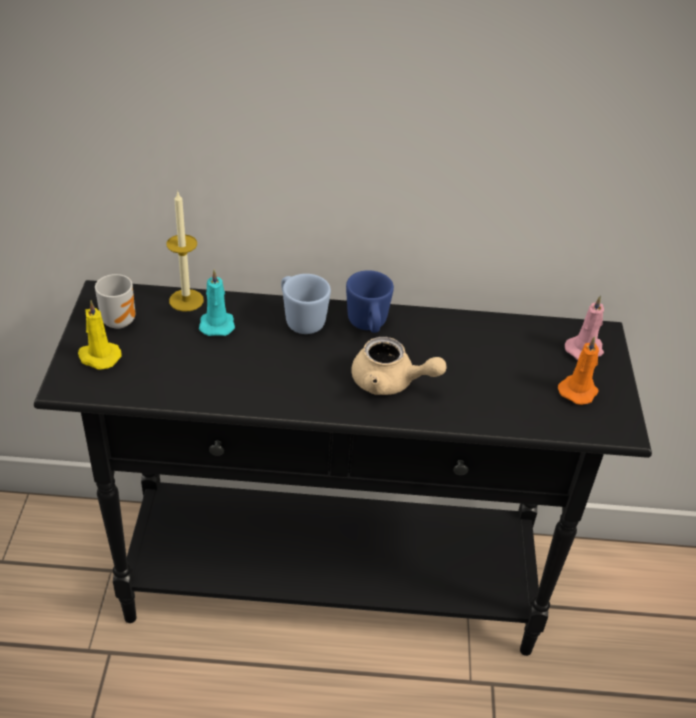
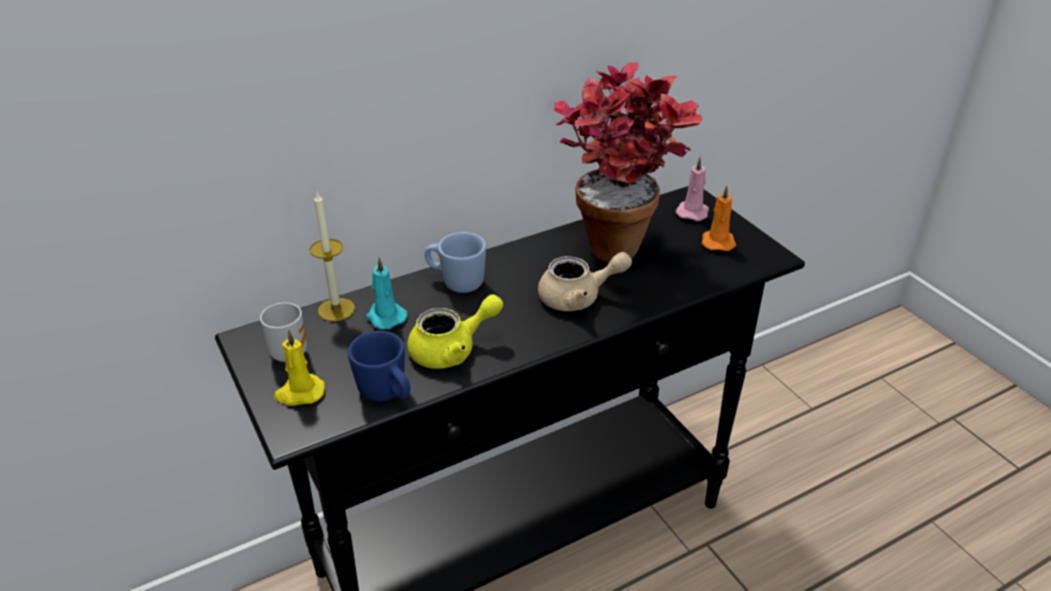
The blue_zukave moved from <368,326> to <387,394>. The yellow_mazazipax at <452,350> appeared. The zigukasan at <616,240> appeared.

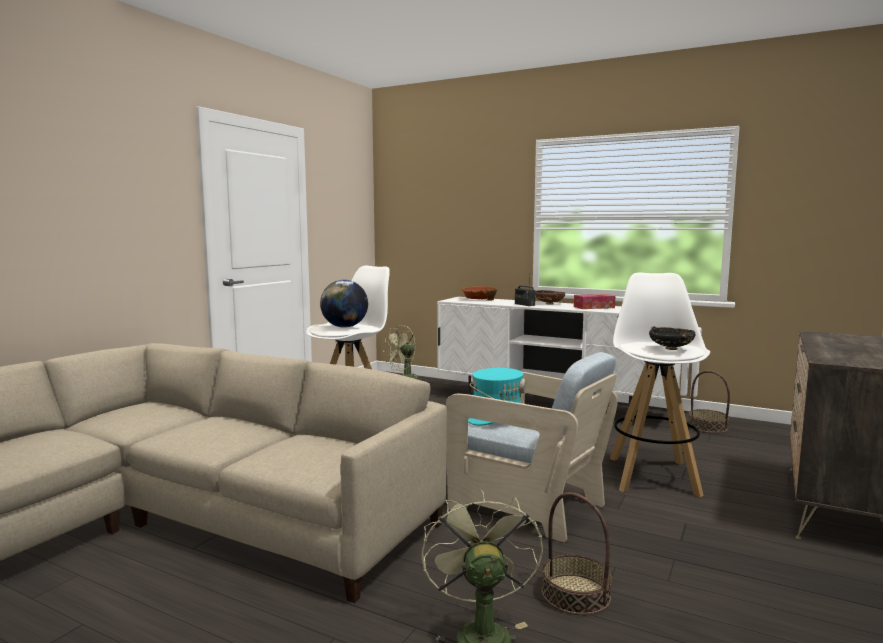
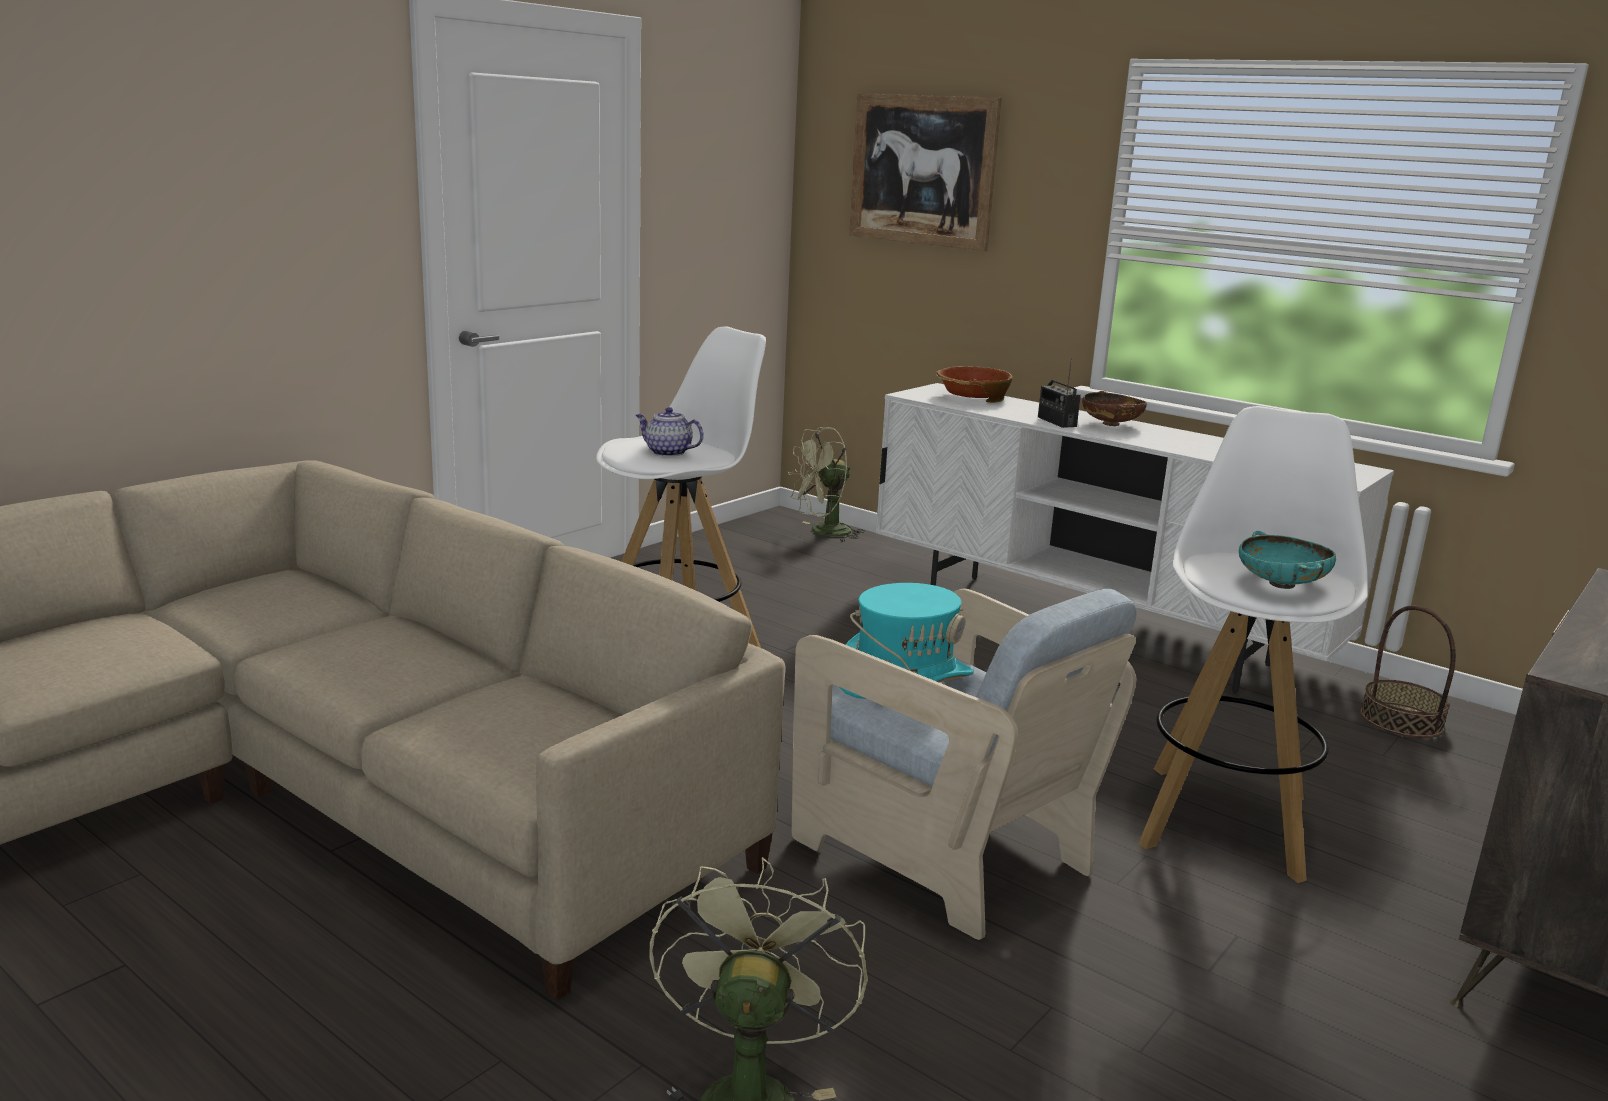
The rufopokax at <344,327> was replaced by the mazazipax at <667,452>. The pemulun at <922,170> appeared. The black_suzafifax at <671,349> became the turquoise_suzafifax at <1281,585>. The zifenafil at <575,594> disappeared. The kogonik at <594,307> disappeared.

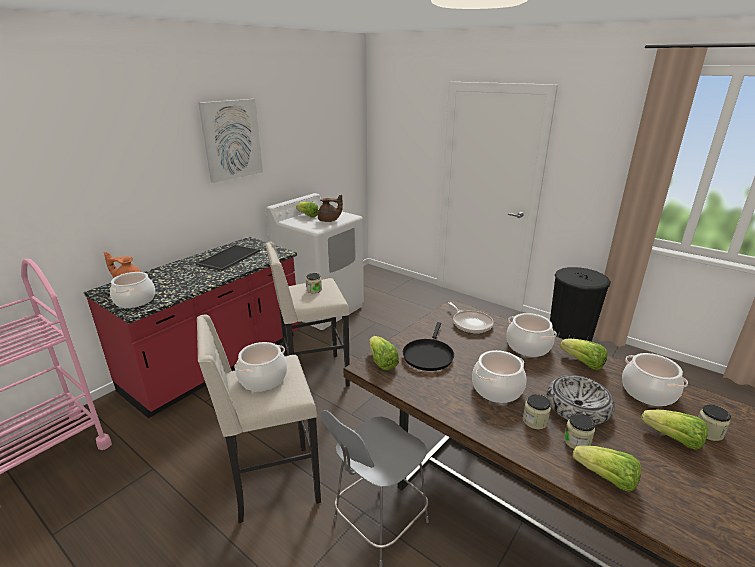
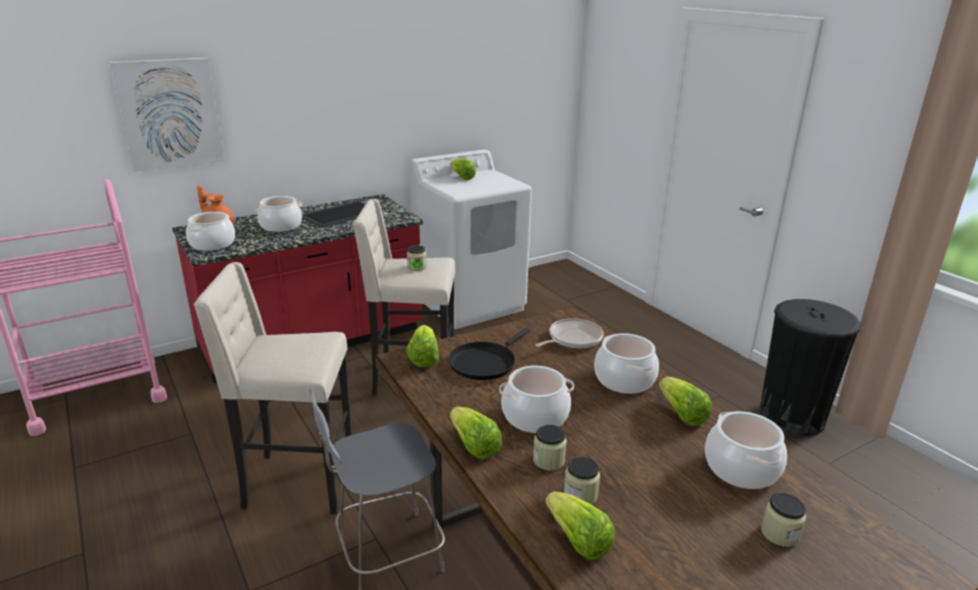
The pemulun moved from <231,139> to <170,114>. The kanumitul moved from <263,378> to <281,226>. The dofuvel moved from <673,439> to <474,446>. The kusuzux at <471,323> turned 120 degrees counterclockwise. The brown_mazazipax at <329,221> disappeared. The suzafifax at <577,407> disappeared.

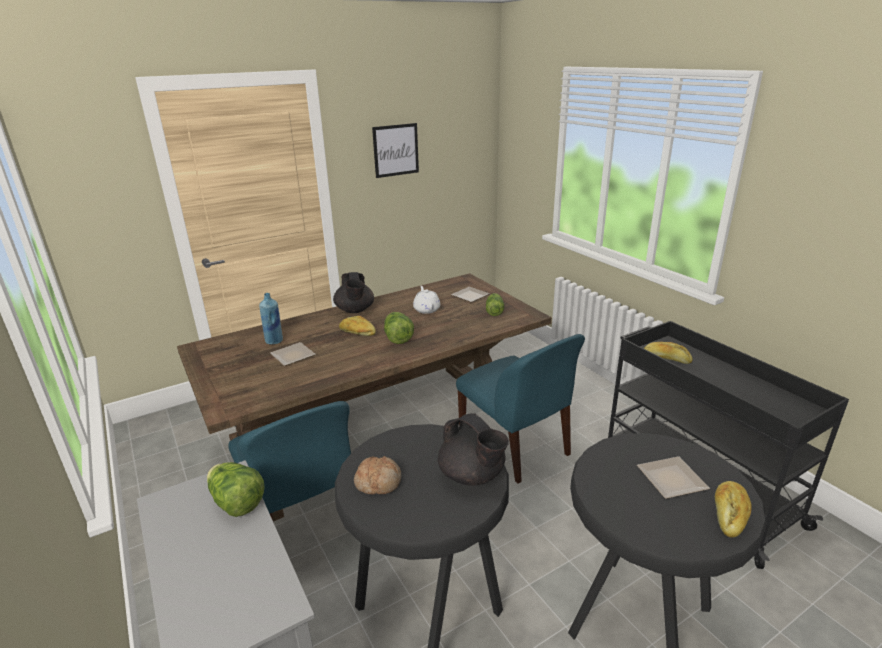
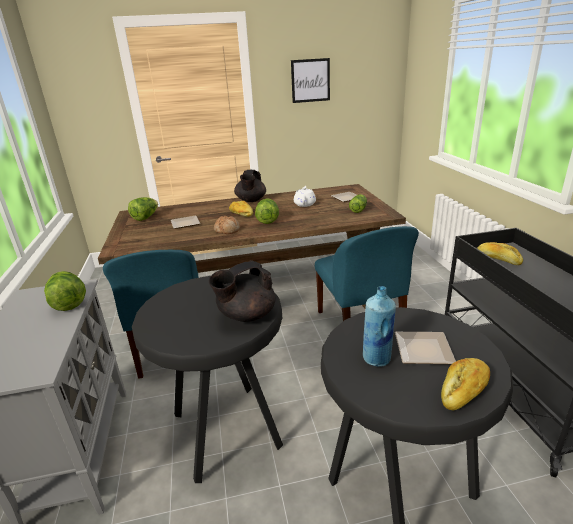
The dofuvel at <146,217> appeared. The black_mazazipax at <472,475> turned 75 degrees clockwise. The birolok moved from <378,482> to <227,230>. The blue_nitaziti moved from <274,341> to <377,359>.

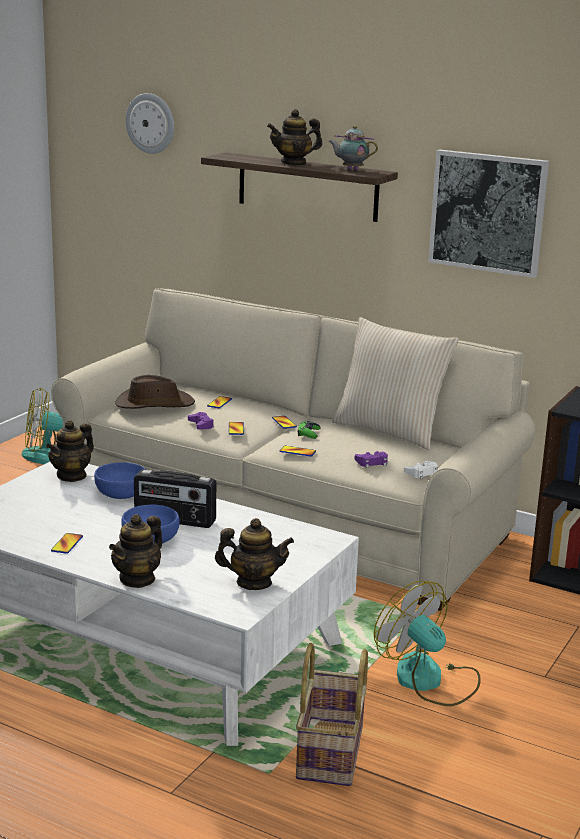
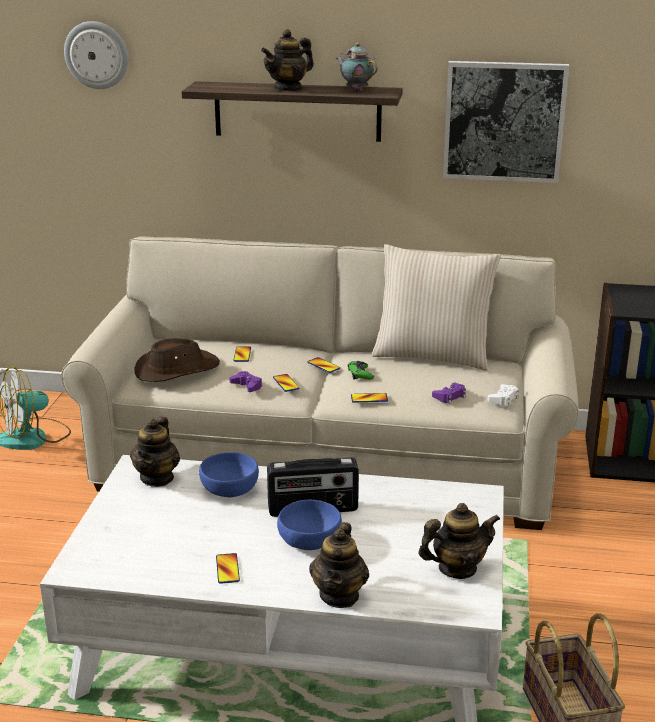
The mazazipax at <351,169> turned 45 degrees clockwise. The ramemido at <429,680> disappeared.

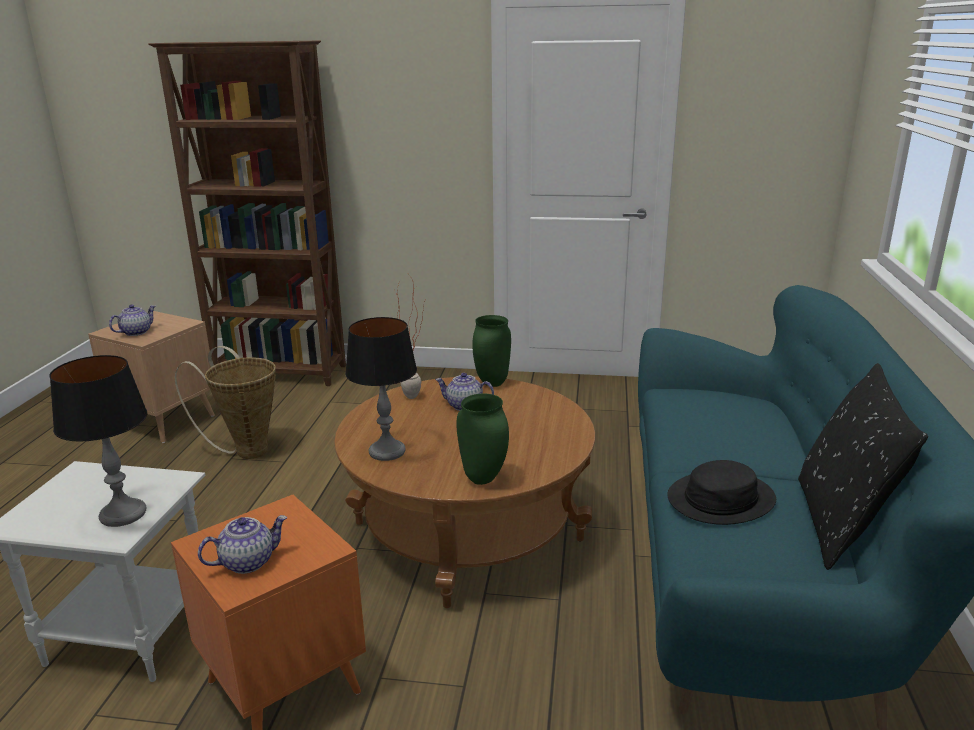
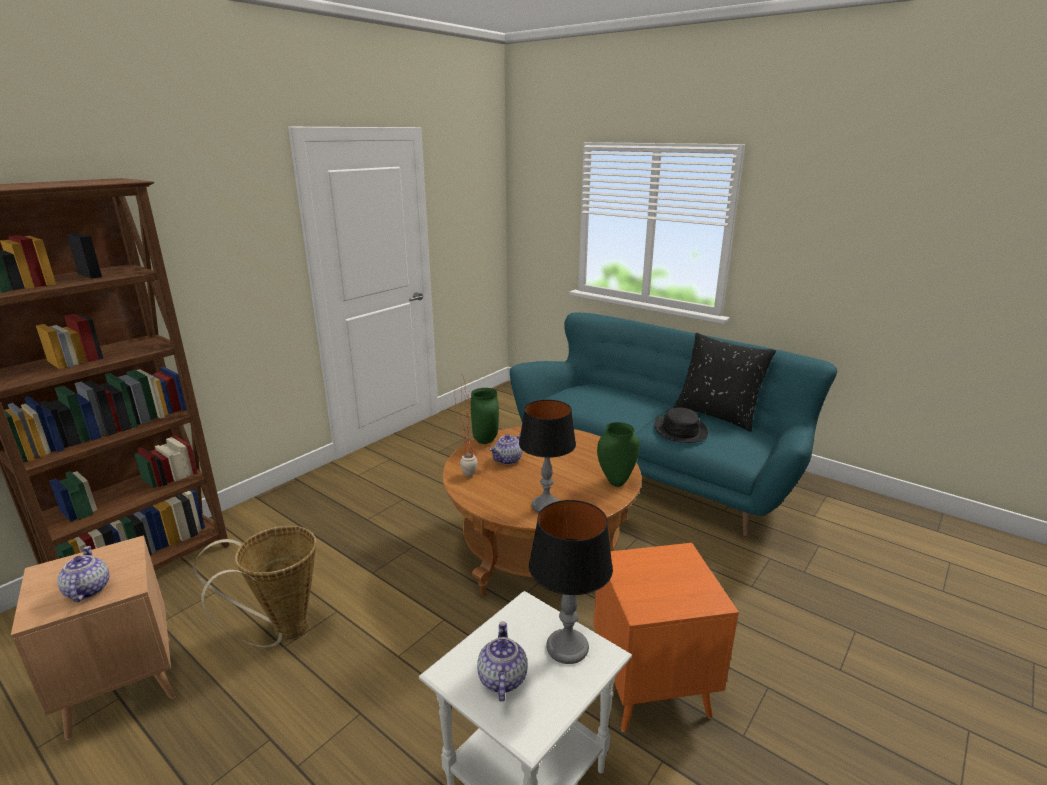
The mazazipax moved from <248,561> to <501,678>.

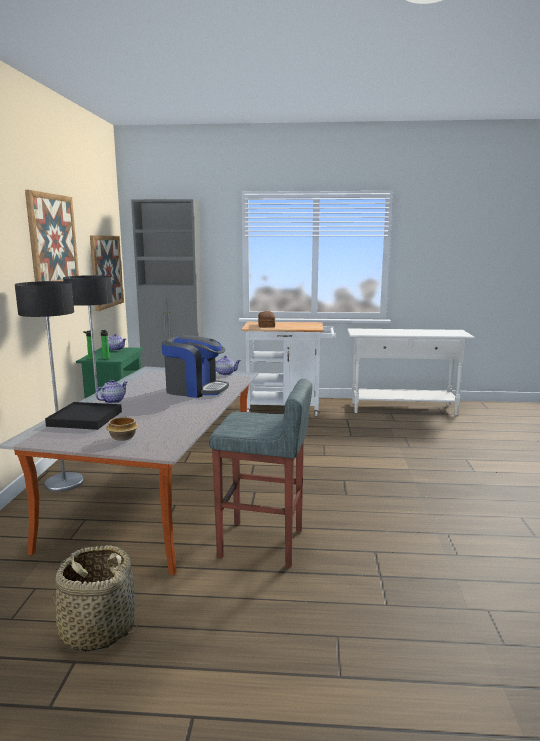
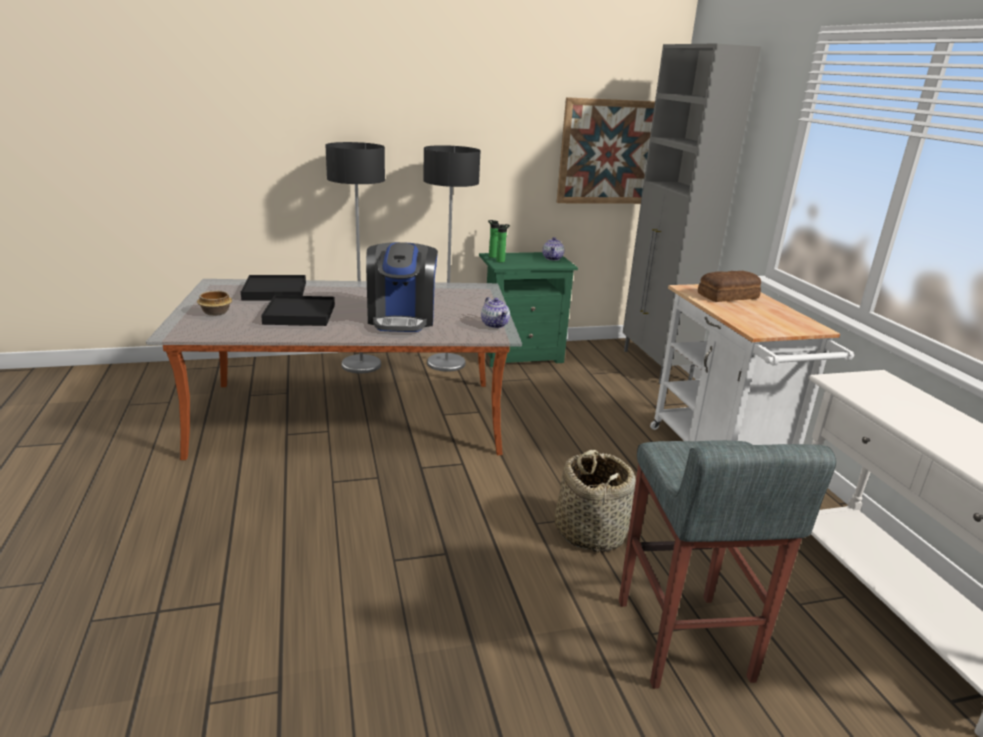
The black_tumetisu at <300,314> appeared. The zifenafil moved from <97,629> to <590,531>. The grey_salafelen moved from <262,544> to <682,641>. The pemulun at <53,240> disappeared. The mazazipax at <113,401> disappeared.

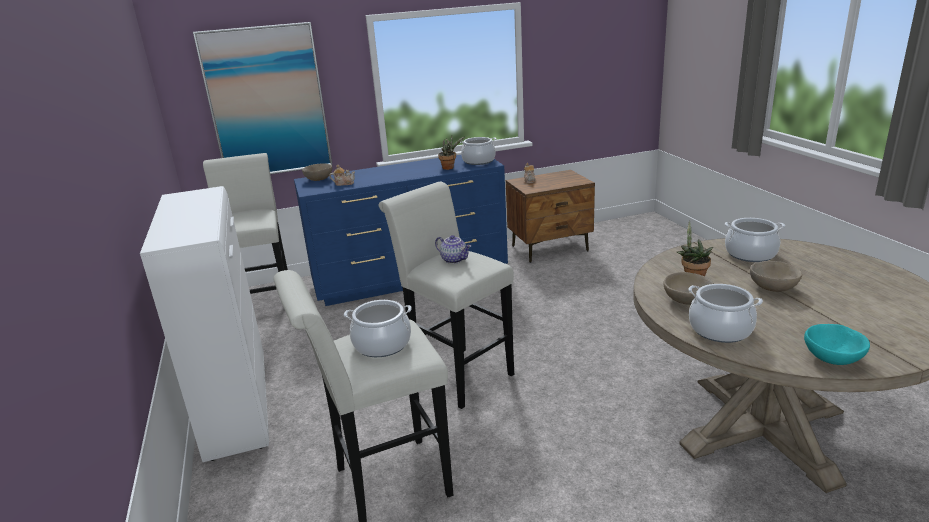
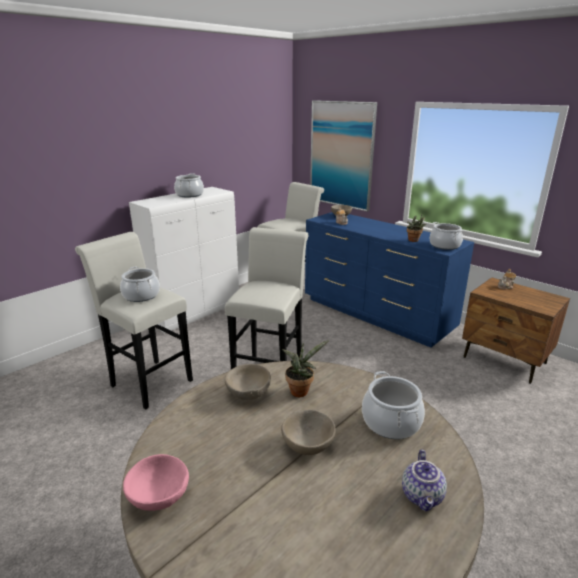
The turquoise_suzafifax at <833,359> became the pink_suzafifax at <158,497>. The kanumitul moved from <720,329> to <189,195>. The mazazipax moved from <454,259> to <423,496>.

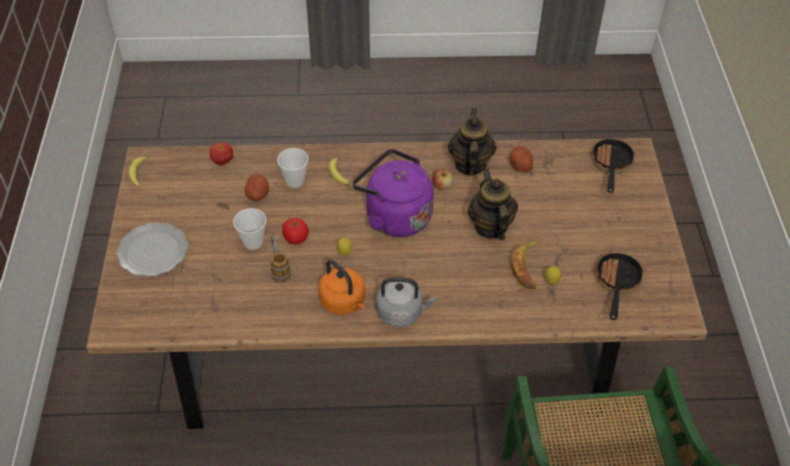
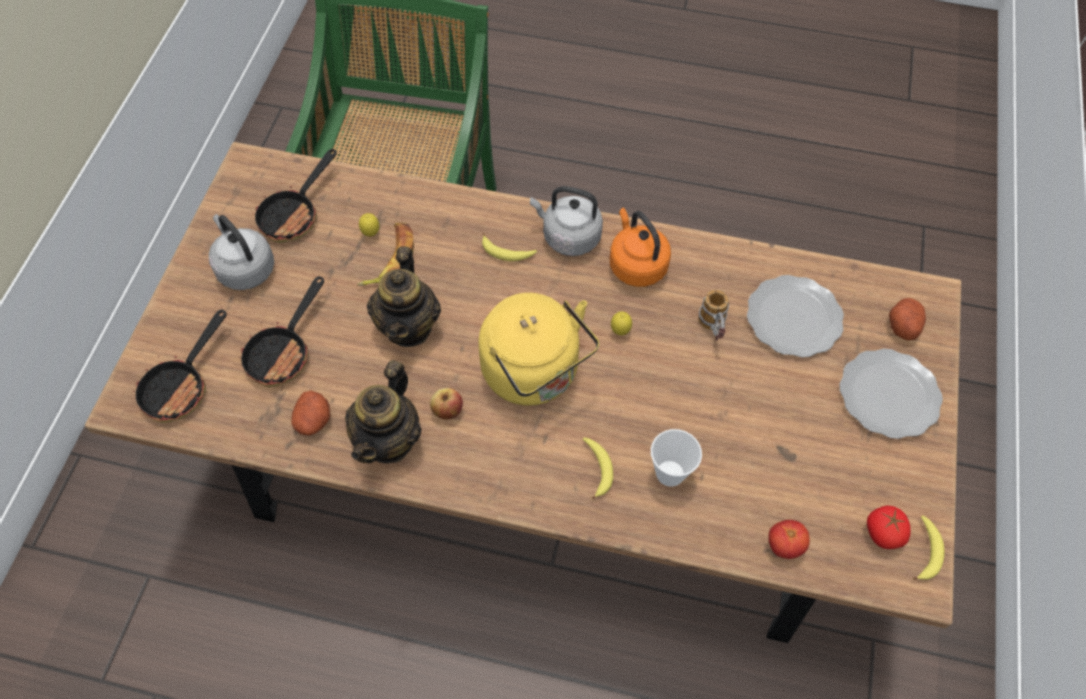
The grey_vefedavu at <244,268> appeared. The kusuzux at <284,352> appeared. The purple_vefedavu at <394,216> became the yellow_vefedavu at <535,374>. The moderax at <507,252> appeared. The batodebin at <793,319> appeared. The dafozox moved from <296,238> to <883,533>. The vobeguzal moved from <258,194> to <903,325>. The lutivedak at <253,242> disappeared.

